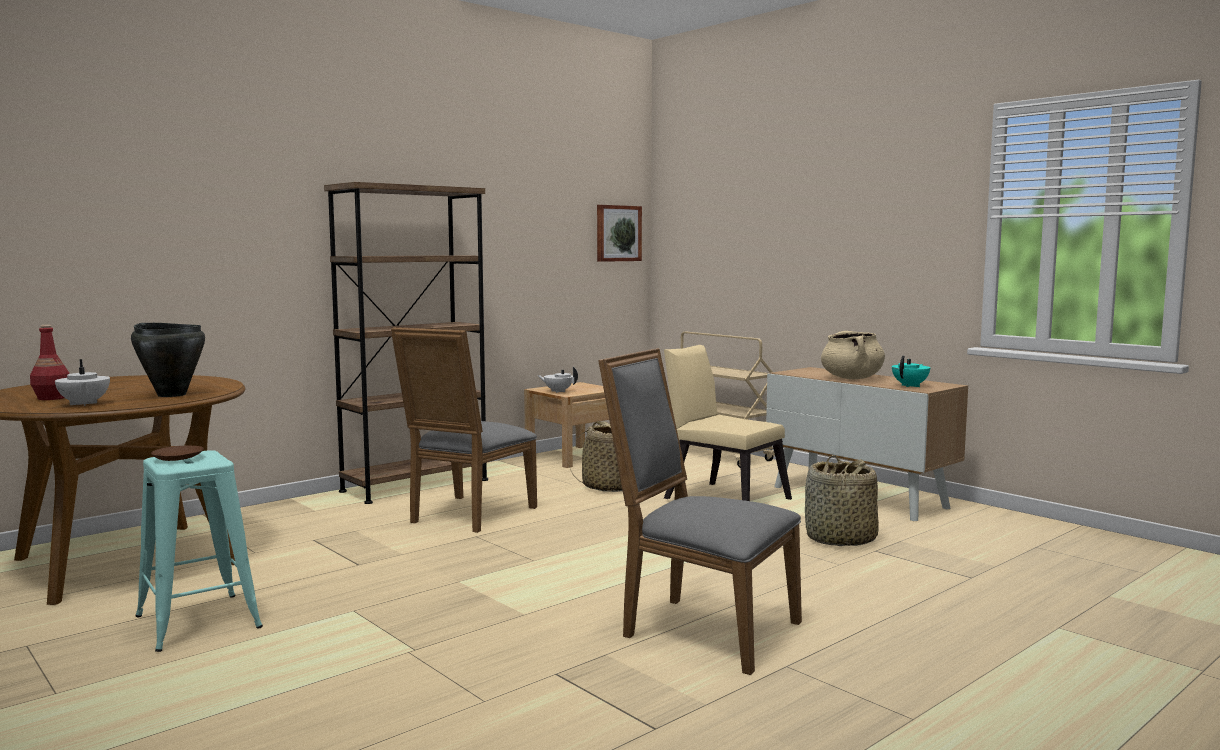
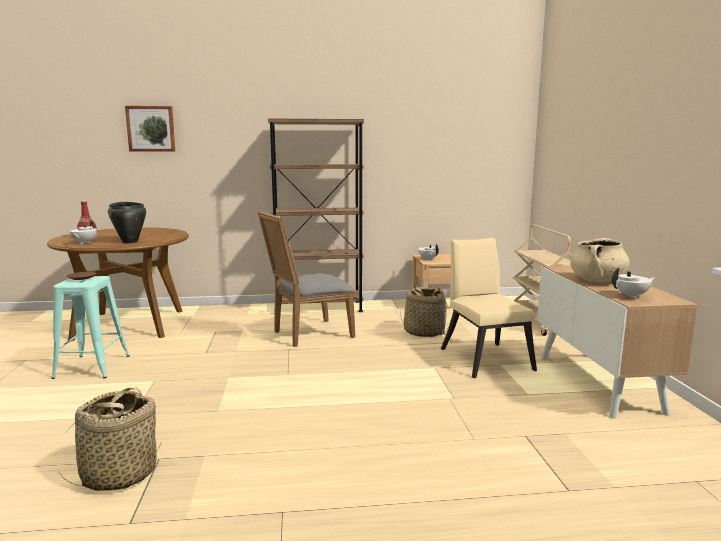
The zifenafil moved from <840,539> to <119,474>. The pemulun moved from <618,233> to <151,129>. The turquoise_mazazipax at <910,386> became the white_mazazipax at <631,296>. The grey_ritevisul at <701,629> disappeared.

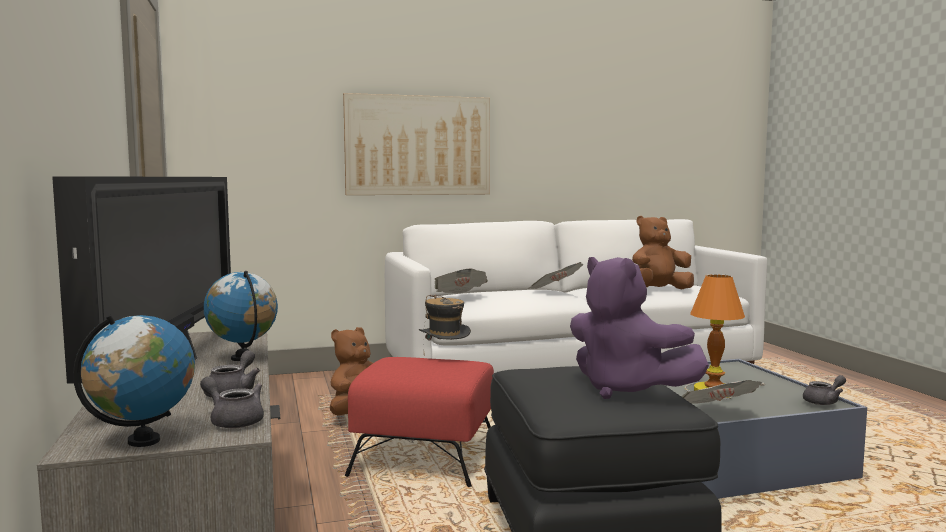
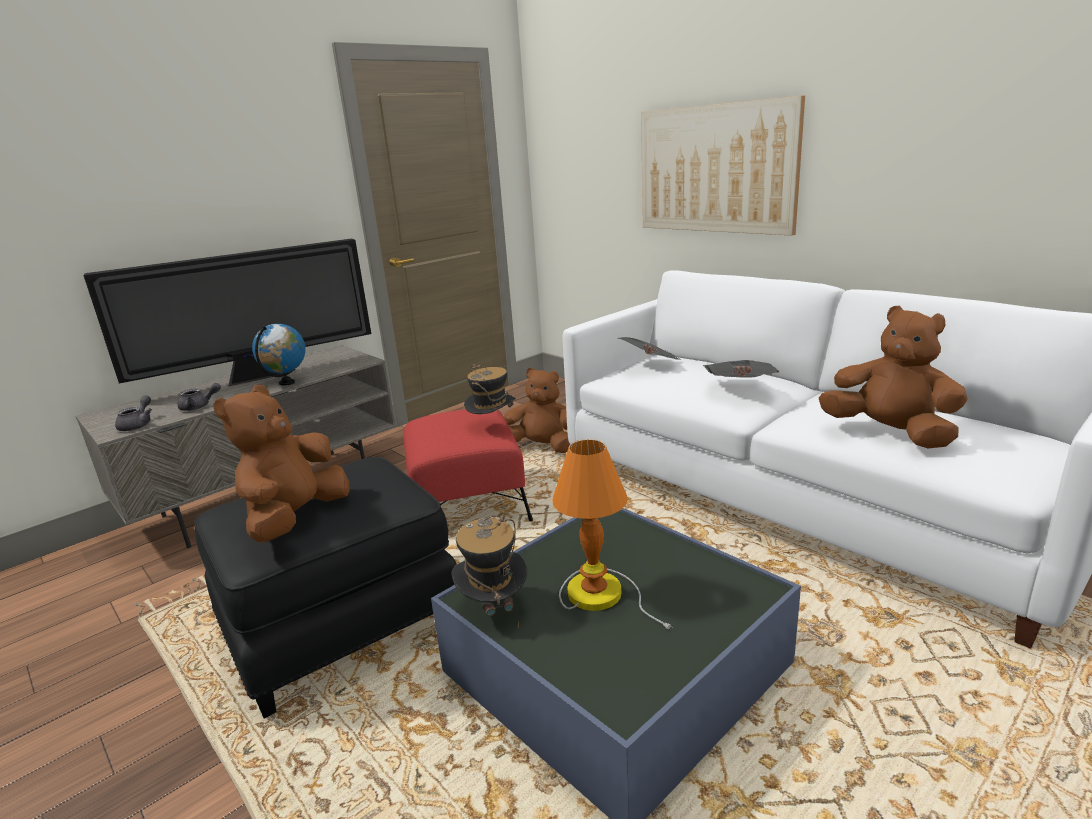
The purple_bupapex at <626,389> became the brown_bupapex at <296,519>. The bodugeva at <716,415> was replaced by the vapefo at <493,609>. The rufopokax at <143,441> disappeared. The grey_mazazipax at <824,401> disappeared.

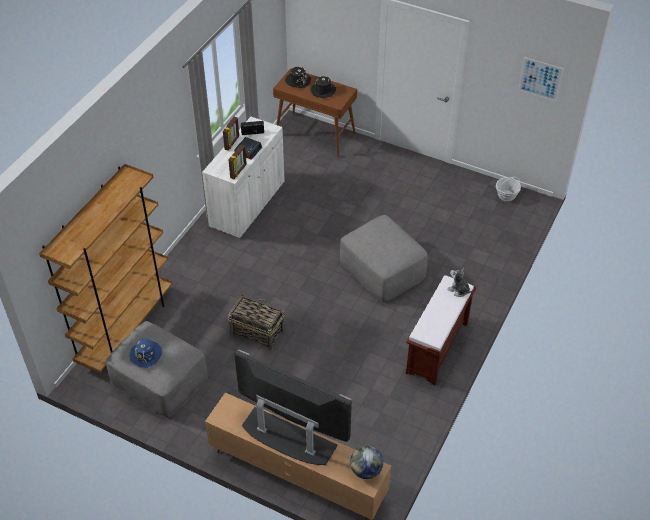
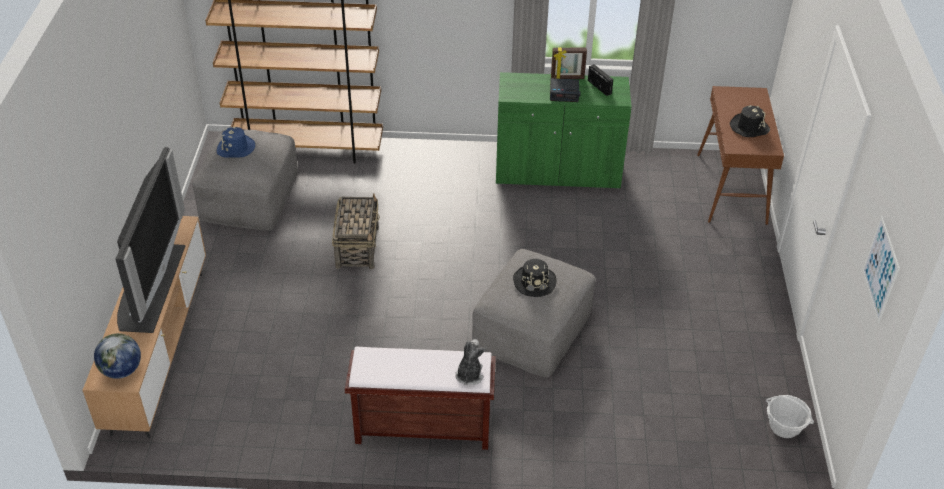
The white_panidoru at <247,204> became the green_panidoru at <557,172>. The black_vapefo moved from <298,81> to <534,282>. The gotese at <238,171> disappeared.

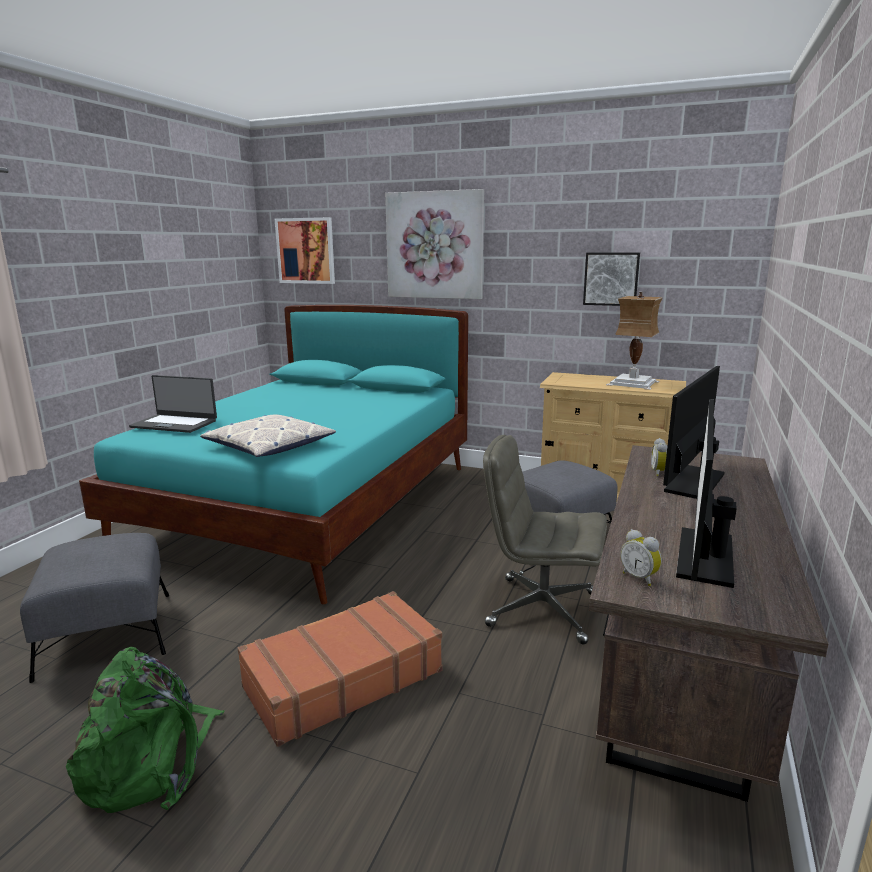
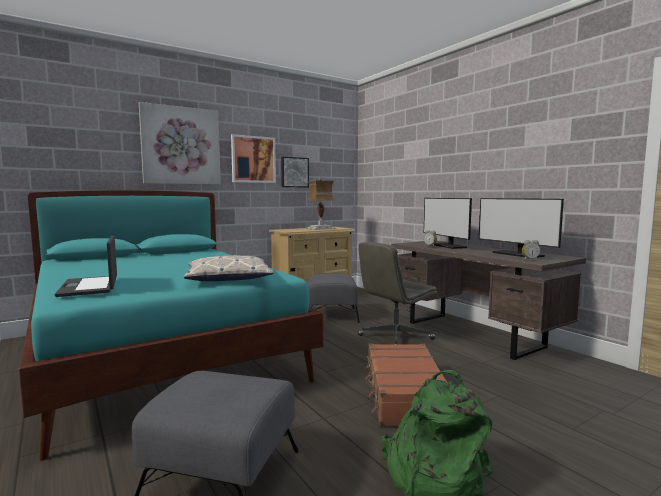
The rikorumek at <175,424> turned 105 degrees clockwise. The pemulun moved from <306,251> to <253,159>.

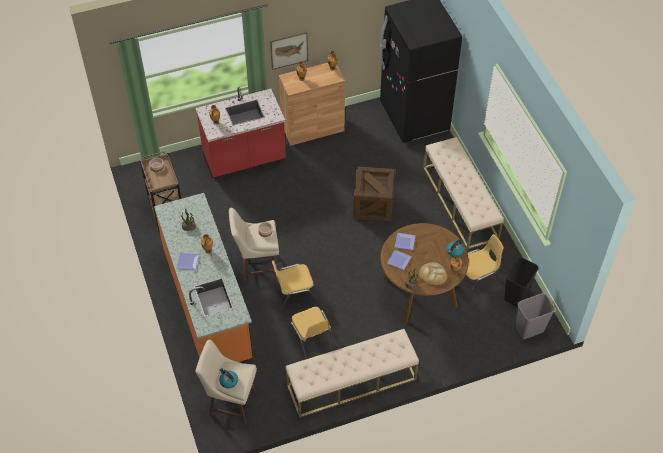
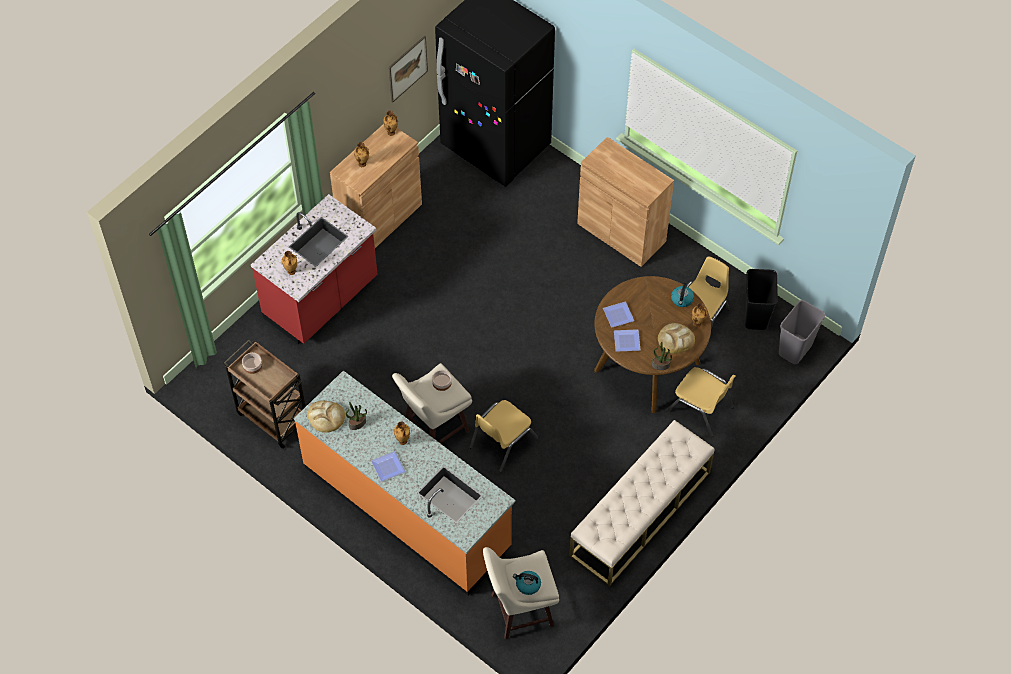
The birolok at <326,417> appeared. The pemulun moved from <289,50> to <407,68>. The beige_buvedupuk at <460,203> was replaced by the brown_panidoru at <621,232>. The yellow_ritevisul moved from <311,339> to <700,409>. The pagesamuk at <373,205> disappeared.

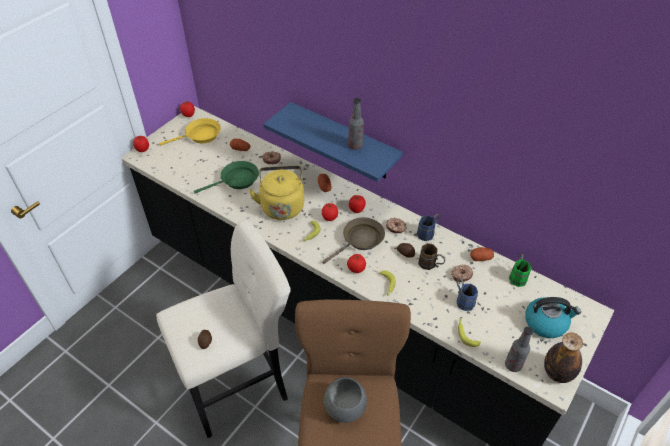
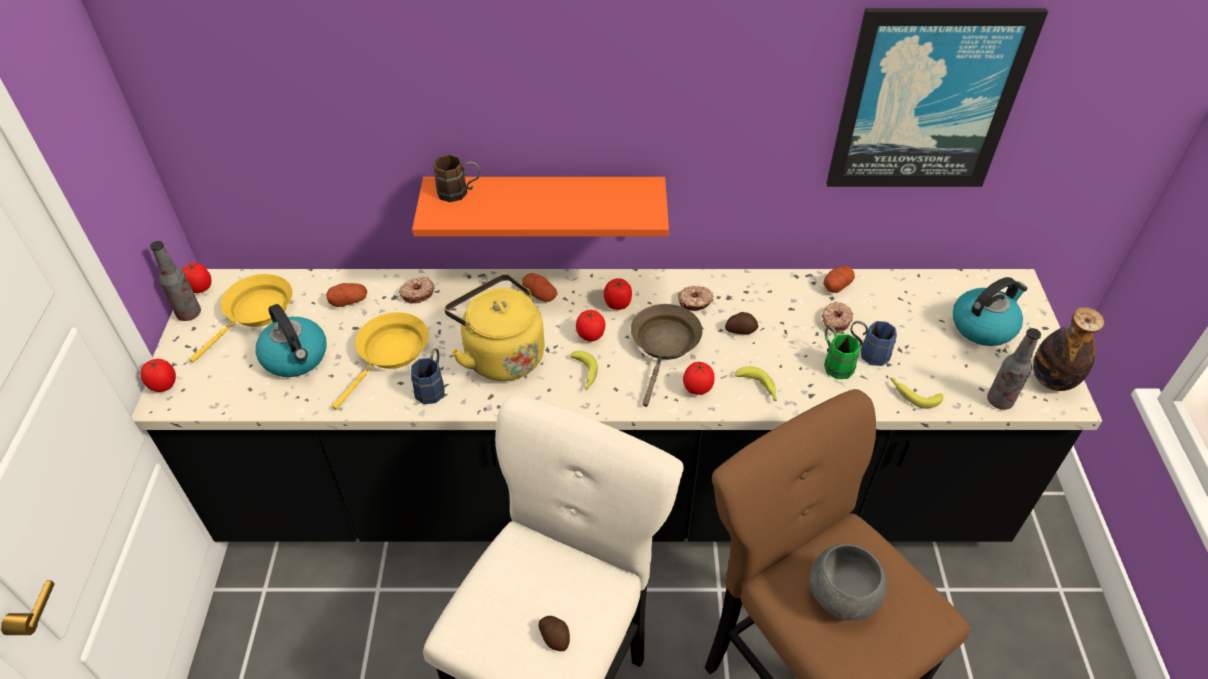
The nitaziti moved from <355,146> to <189,314>. The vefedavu at <296,357> appeared. The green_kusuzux at <237,181> became the yellow_kusuzux at <390,353>. The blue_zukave moved from <428,232> to <432,386>. The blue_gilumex at <344,142> became the orange_gilumex at <545,206>. The brown_zukave moved from <430,265> to <459,192>. The green_zukave moved from <517,276> to <834,363>. The pemulun at <926,101> appeared.

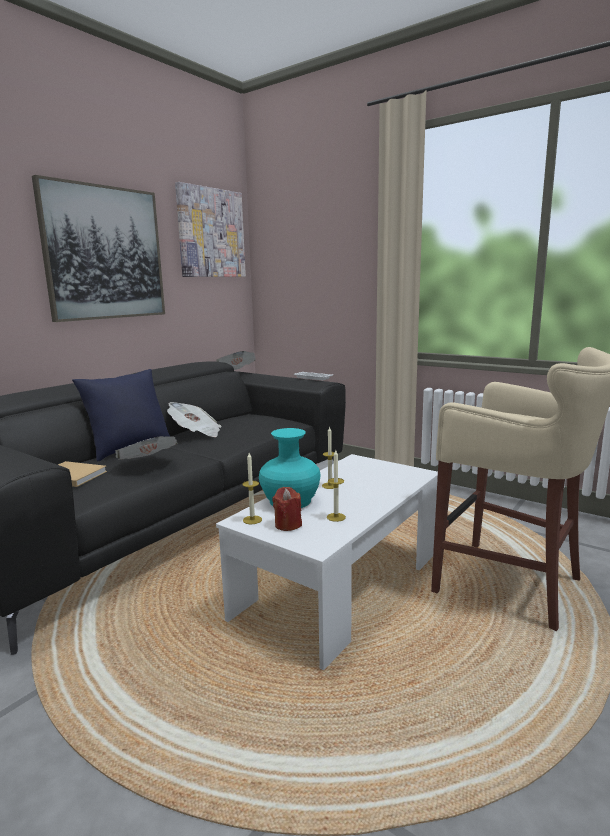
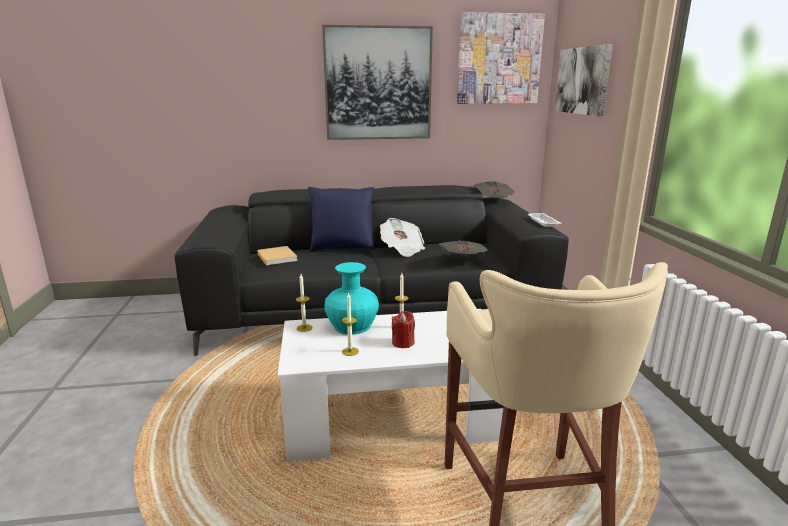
The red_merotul moved from <288,525> to <403,343>. The bodugeva moved from <148,465> to <463,260>. The pemulun at <583,80> appeared.

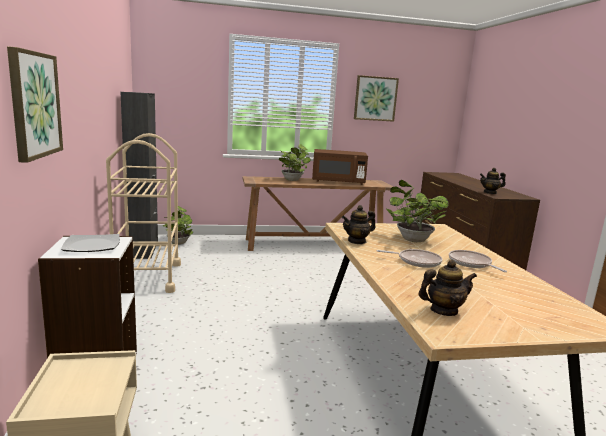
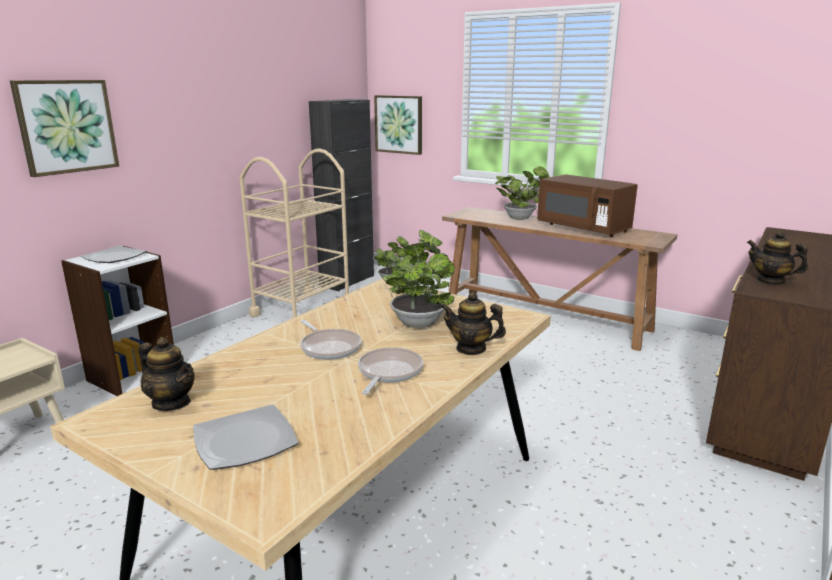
The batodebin at <246,441> appeared. The pemulun moved from <375,98> to <399,124>. The mazazipax moved from <357,241> to <471,348>.

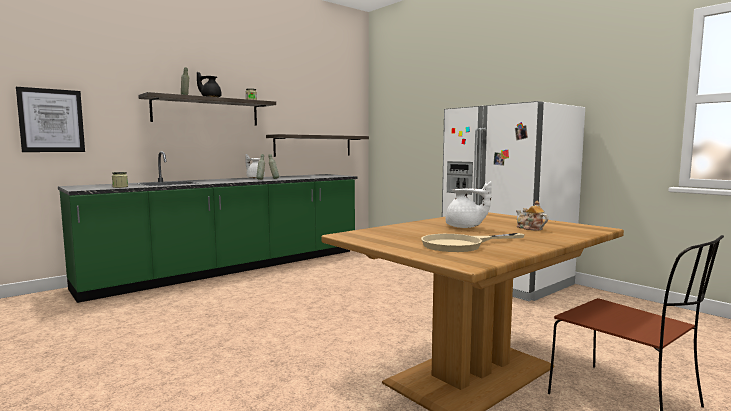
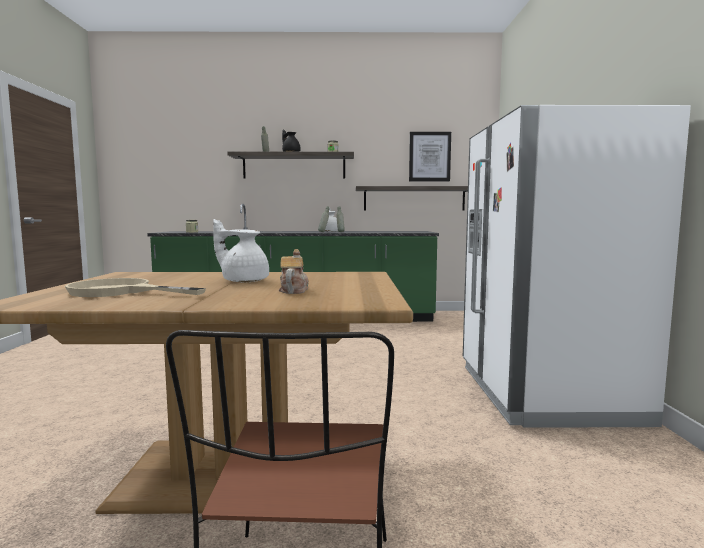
The white_mazazipax at <465,227> turned 135 degrees clockwise. The pemulun moved from <51,120> to <429,156>.

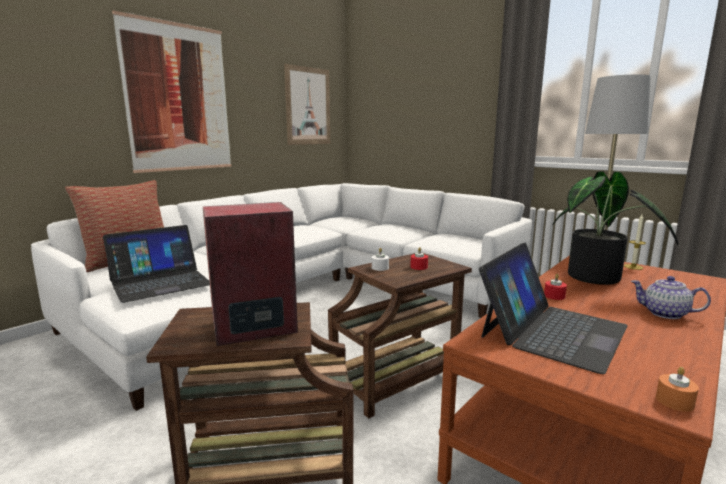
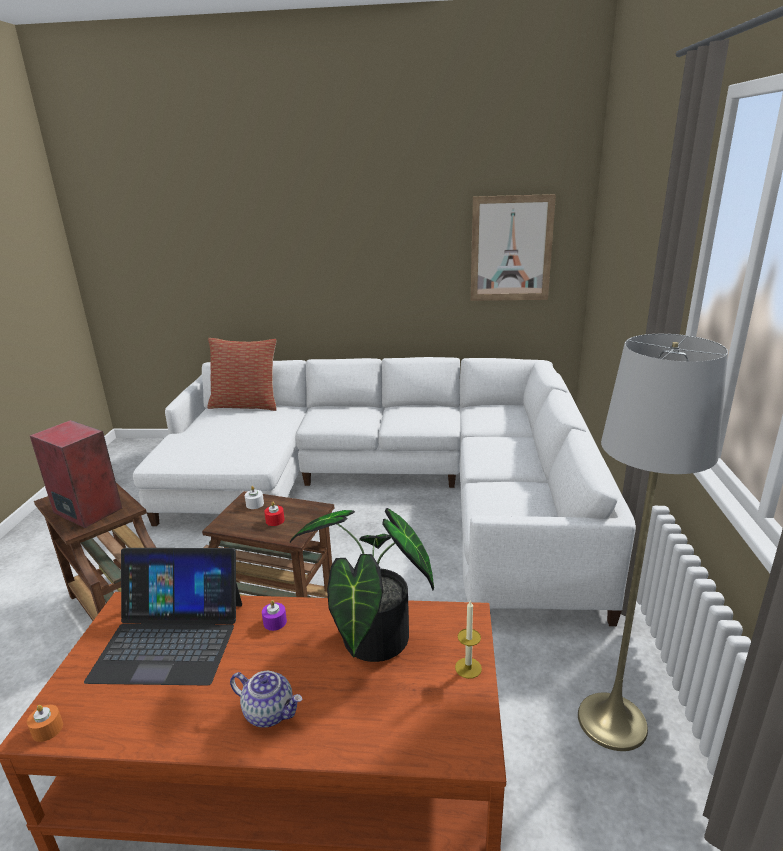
The mazazipax at <664,313> turned 120 degrees clockwise. The red_merotul at <554,296> became the purple_merotul at <275,622>. The rikorumek at <160,282> disappeared. The pemulun at <178,98> disappeared.

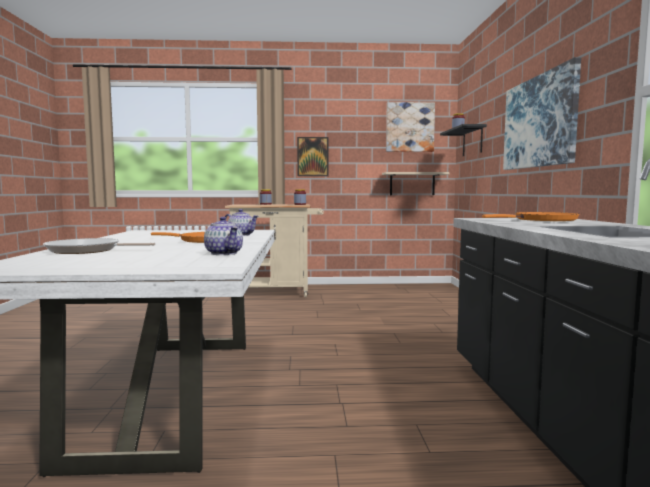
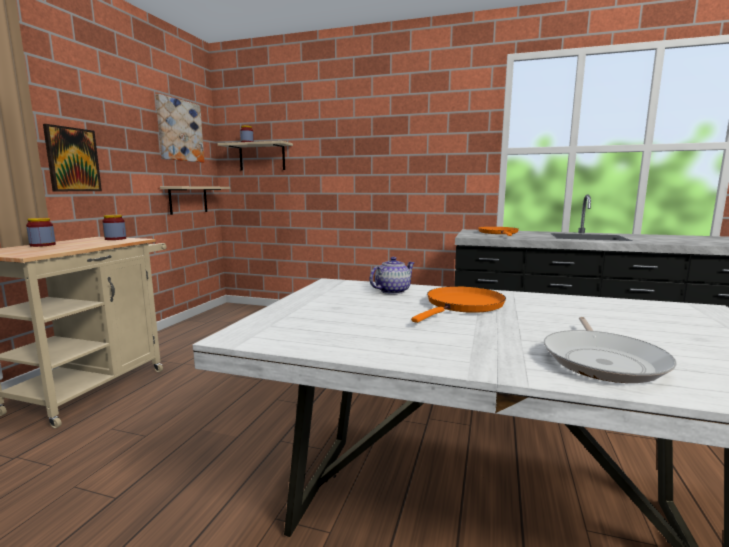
The black_gilumex at <472,141> became the beige_gilumex at <262,157>. The mazazipax at <224,253> disappeared. The pemulun at <539,122> disappeared.

